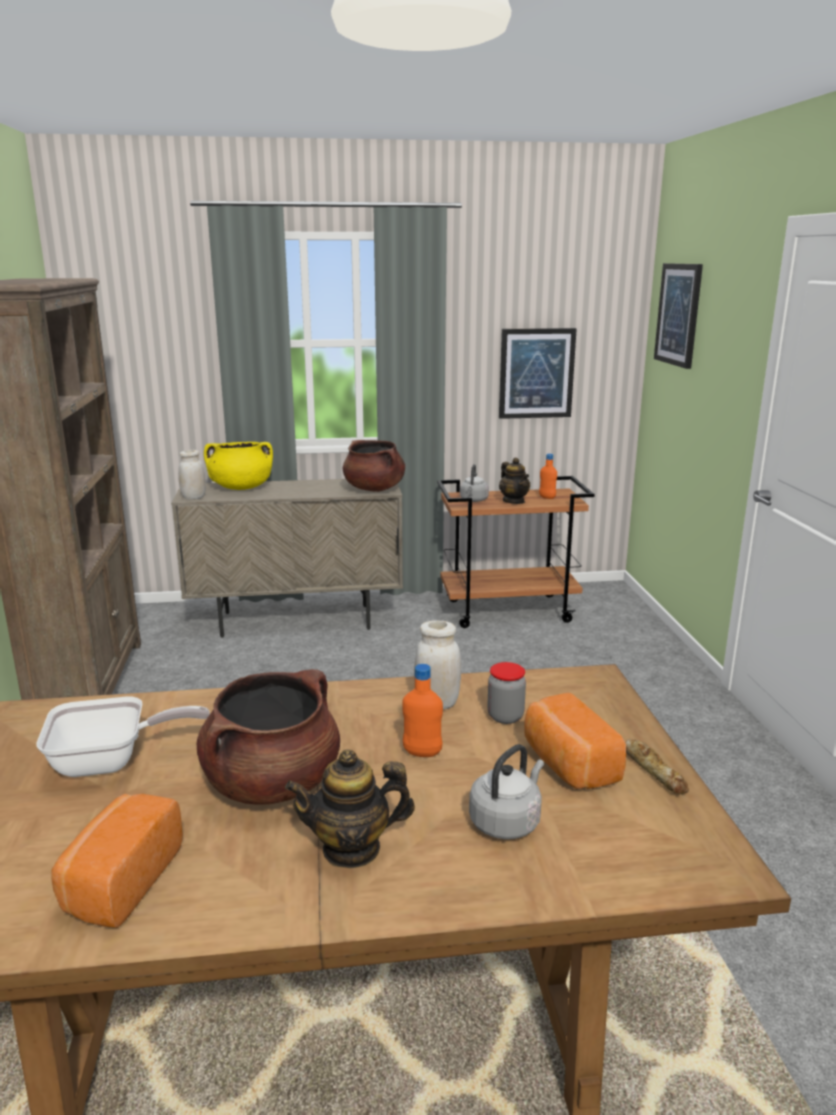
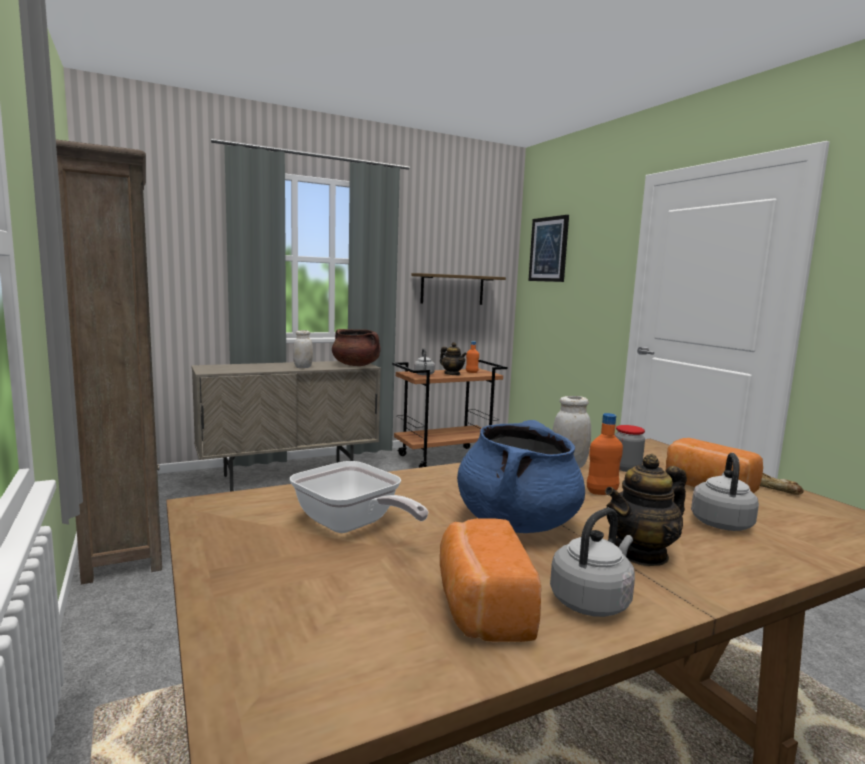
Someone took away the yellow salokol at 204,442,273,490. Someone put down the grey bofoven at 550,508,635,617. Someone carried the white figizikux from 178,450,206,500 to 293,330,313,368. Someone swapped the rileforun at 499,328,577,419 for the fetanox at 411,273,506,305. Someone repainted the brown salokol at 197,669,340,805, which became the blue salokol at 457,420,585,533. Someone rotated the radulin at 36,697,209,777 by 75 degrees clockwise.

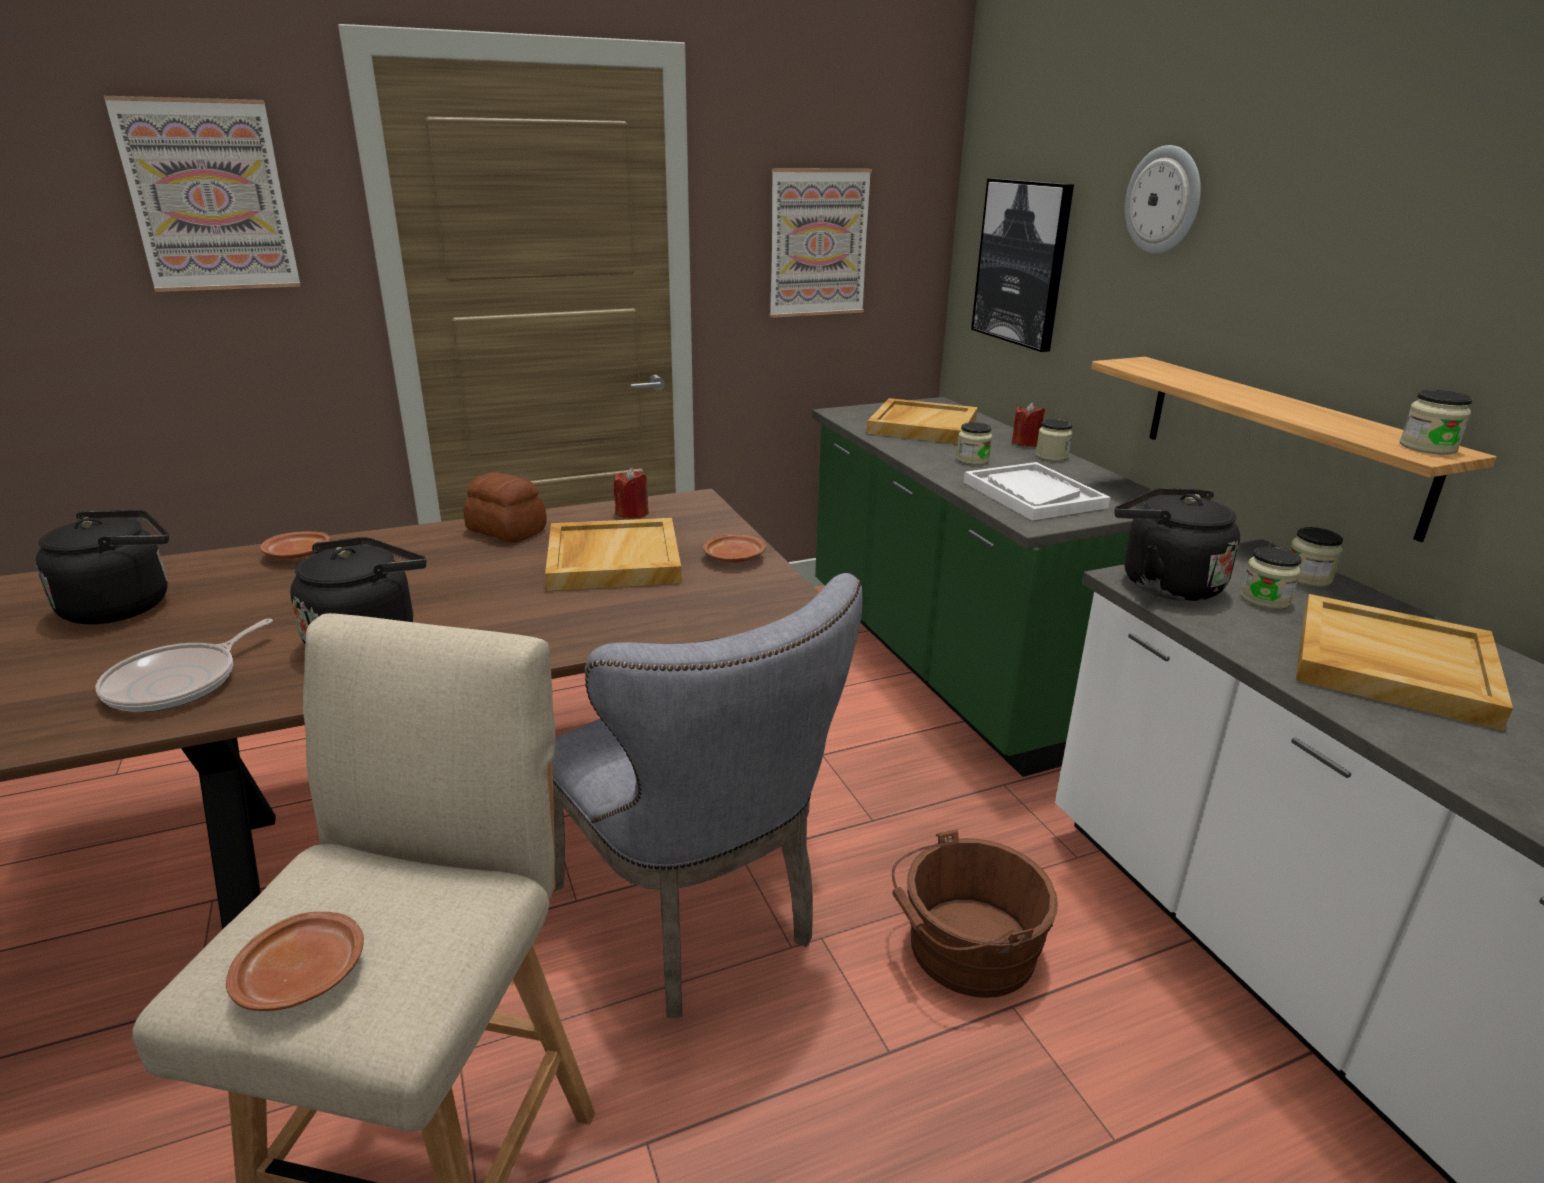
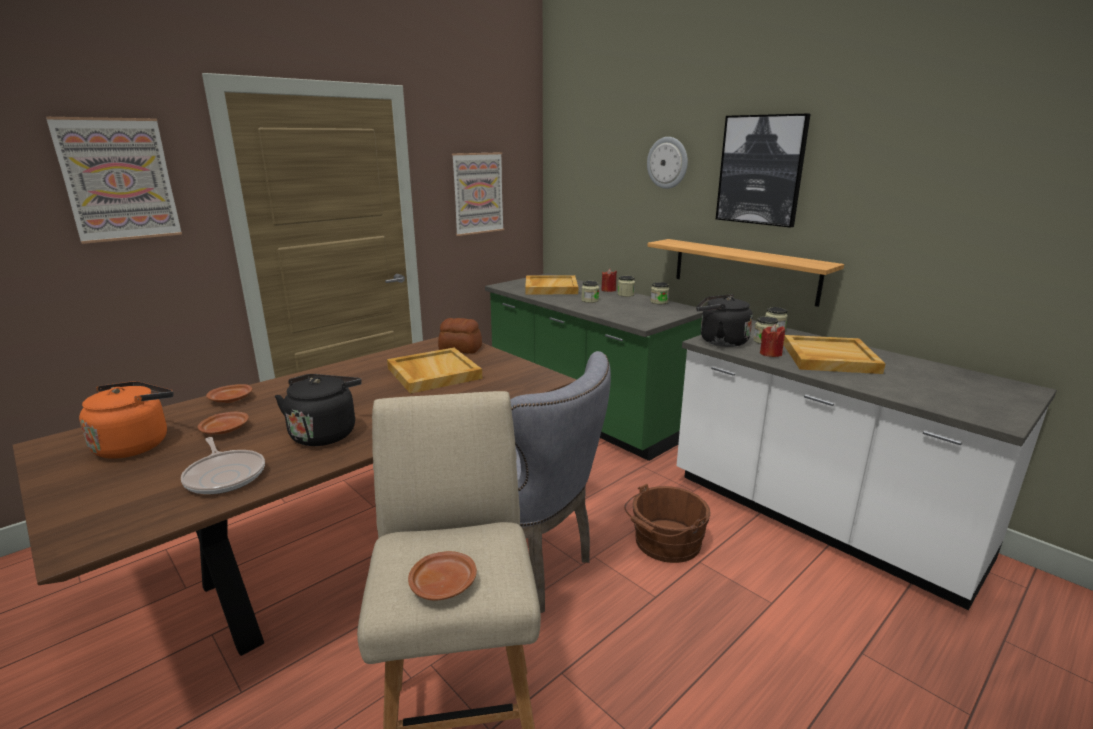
Someone took away the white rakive at 964,462,1111,521. Someone carried the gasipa from 463,472,547,543 to 438,318,482,354. Someone carried the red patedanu from 614,468,649,519 to 760,324,785,357. Someone carried the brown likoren from 703,534,766,563 to 198,412,249,434. Someone carried the rileforun from 971,178,1074,352 to 716,114,810,228. Someone carried the figizikux from 1400,390,1472,455 to 650,282,669,304. Someone repainted the black bofoven at 35,510,169,625, which became the orange bofoven at 79,381,173,459. Someone rotated the radulin at 96,619,273,712 by 45 degrees counterclockwise.

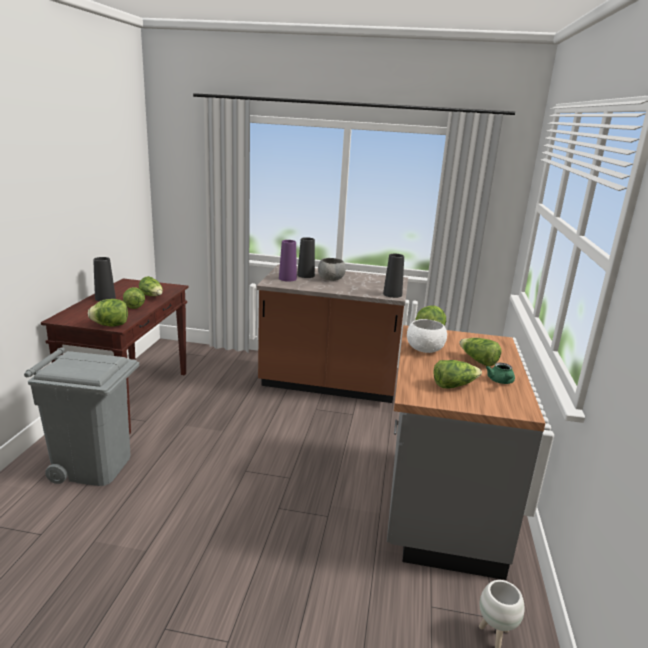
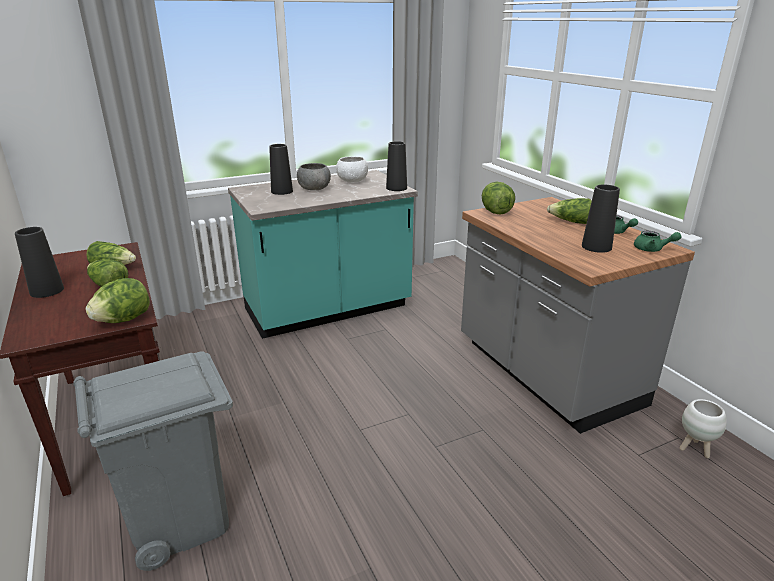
Someone took away the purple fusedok at 279,240,297,282. Someone put down the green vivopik at 634,231,682,252. Someone carried the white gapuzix from 407,319,447,353 to 336,156,368,182. Someone swapped the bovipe at 433,360,482,388 for the black fusedok at 582,185,620,253. Someone repainted the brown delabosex at 257,264,408,403, which became the turquoise delabosex at 228,170,418,339.

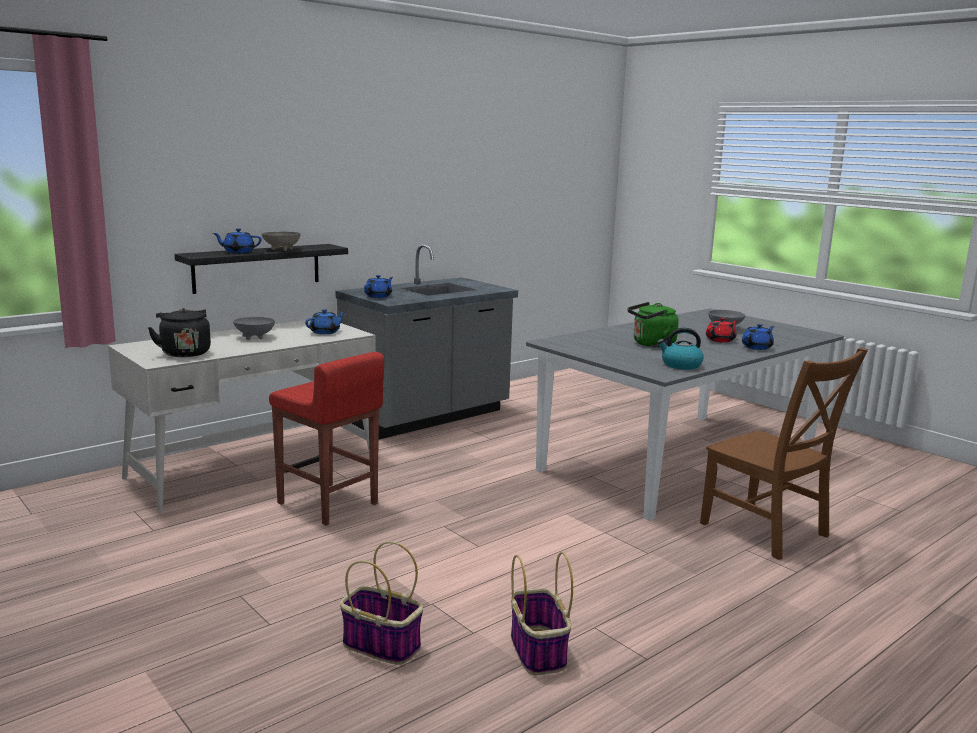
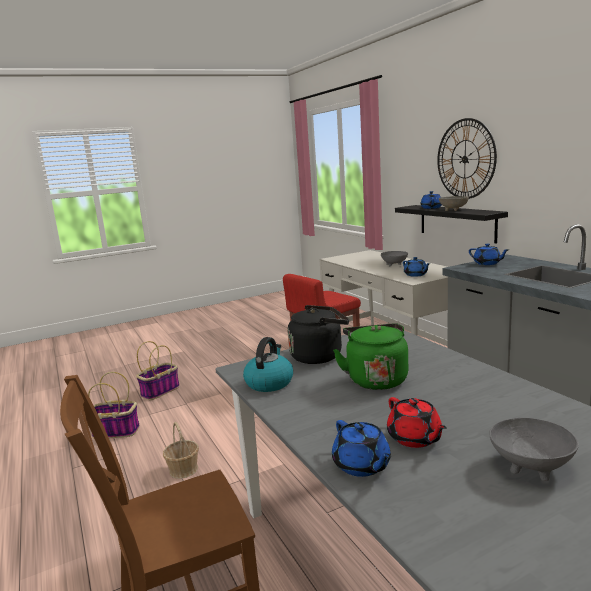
Someone put down the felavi at 163,422,199,479. Someone put up the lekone at 437,118,497,199. Someone carried the black bofoven from 148,308,211,357 to 288,305,349,364.

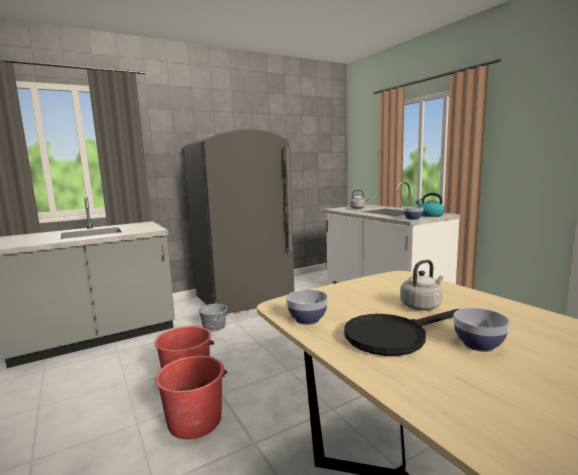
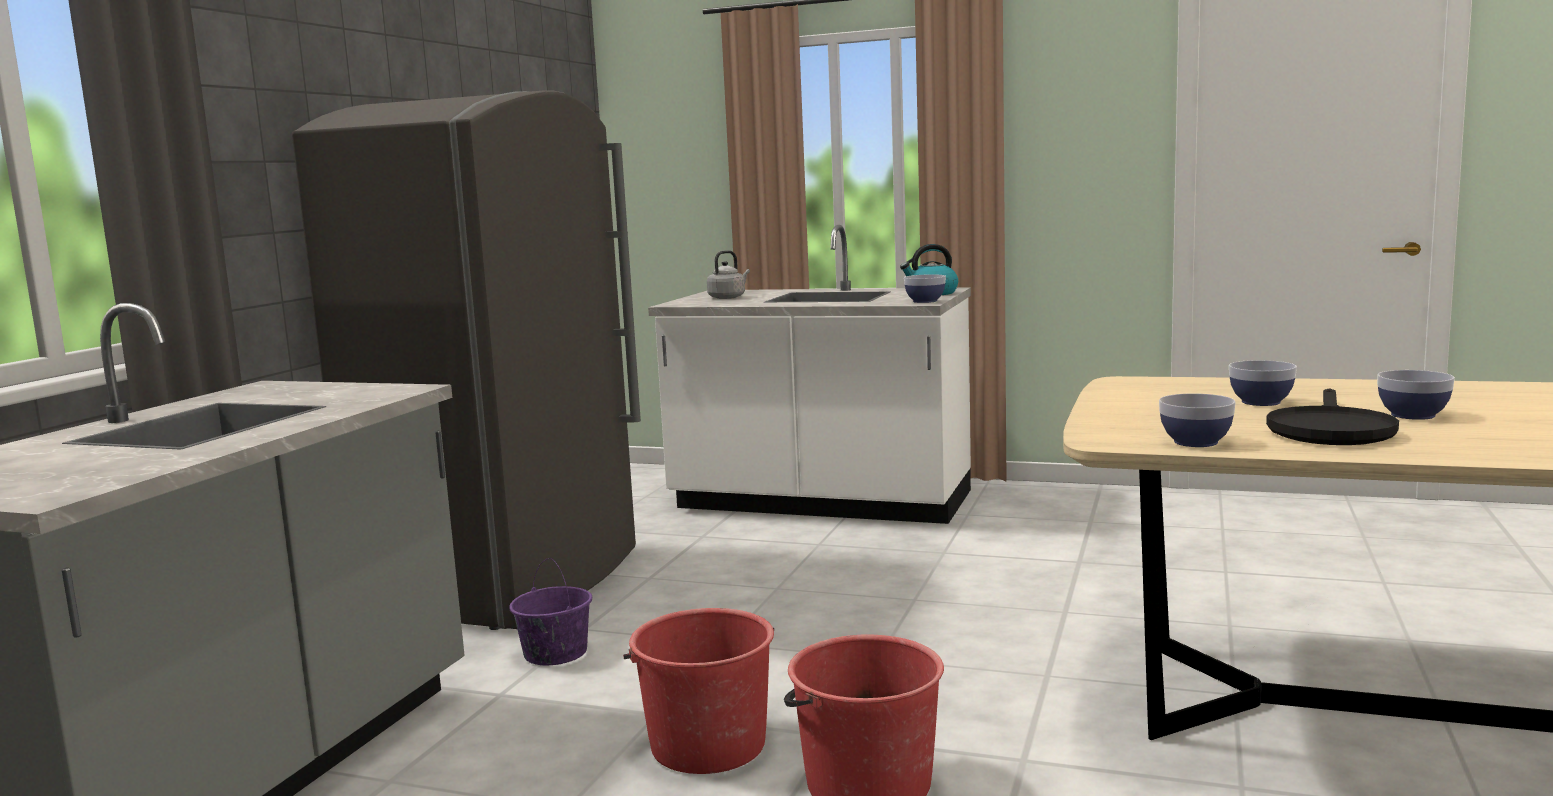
Someone swapped the grey bofoven at 400,260,443,310 for the gapuzix at 1229,360,1297,406. Someone repainted the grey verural at 198,295,227,332, which became the purple verural at 509,558,592,665.

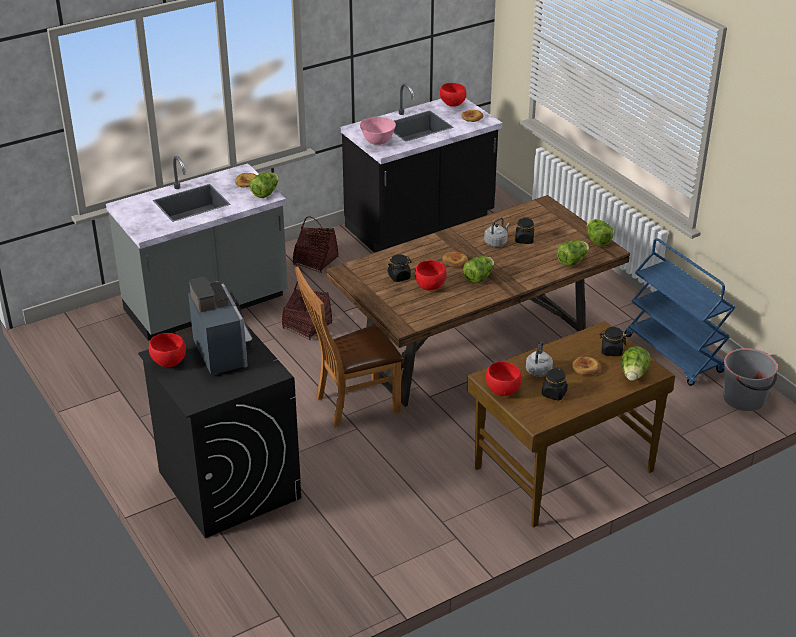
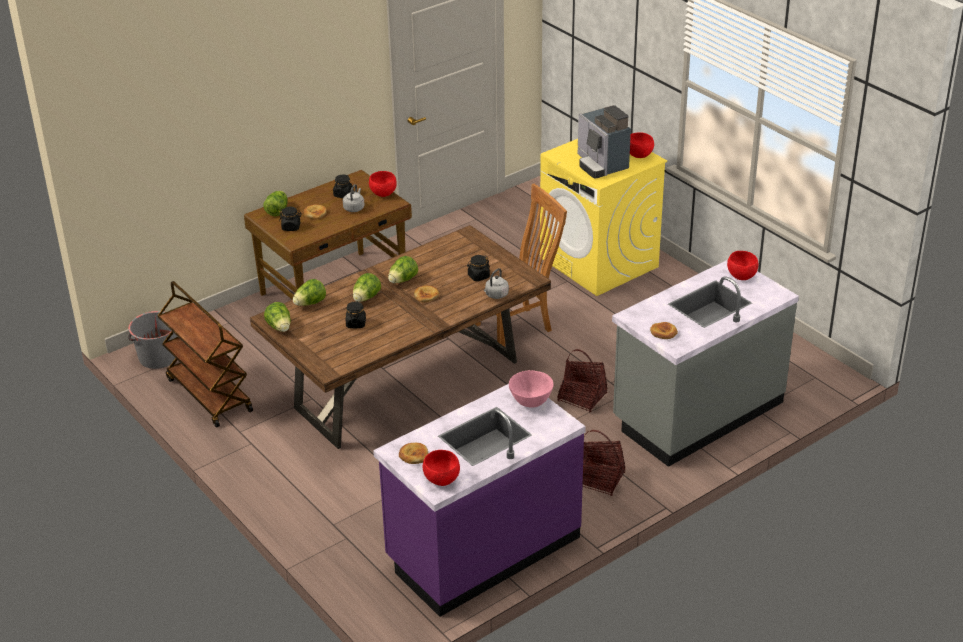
Someone carried the bovipe from 250,172,279,198 to 353,273,381,302. Someone carried the red gapuzix from 415,260,447,291 to 727,251,758,280. Someone carried the grey bofoven from 484,217,510,247 to 484,268,509,299. Someone repainted the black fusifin at 138,322,302,538, which became the yellow fusifin at 540,139,667,296. Someone repainted the black delabosex at 341,84,502,253, which became the purple delabosex at 373,384,586,617. Someone repainted the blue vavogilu at 625,238,735,386, which became the brown vavogilu at 157,281,253,428.

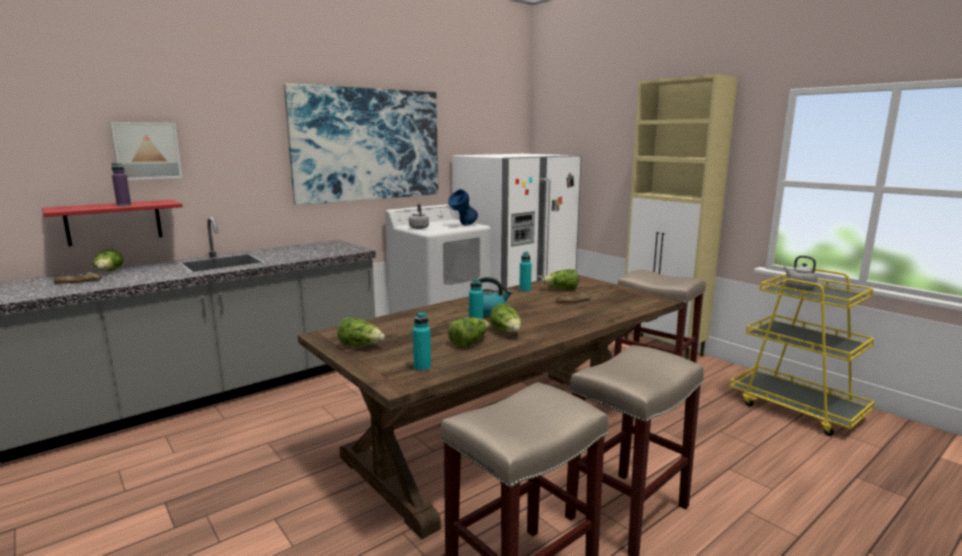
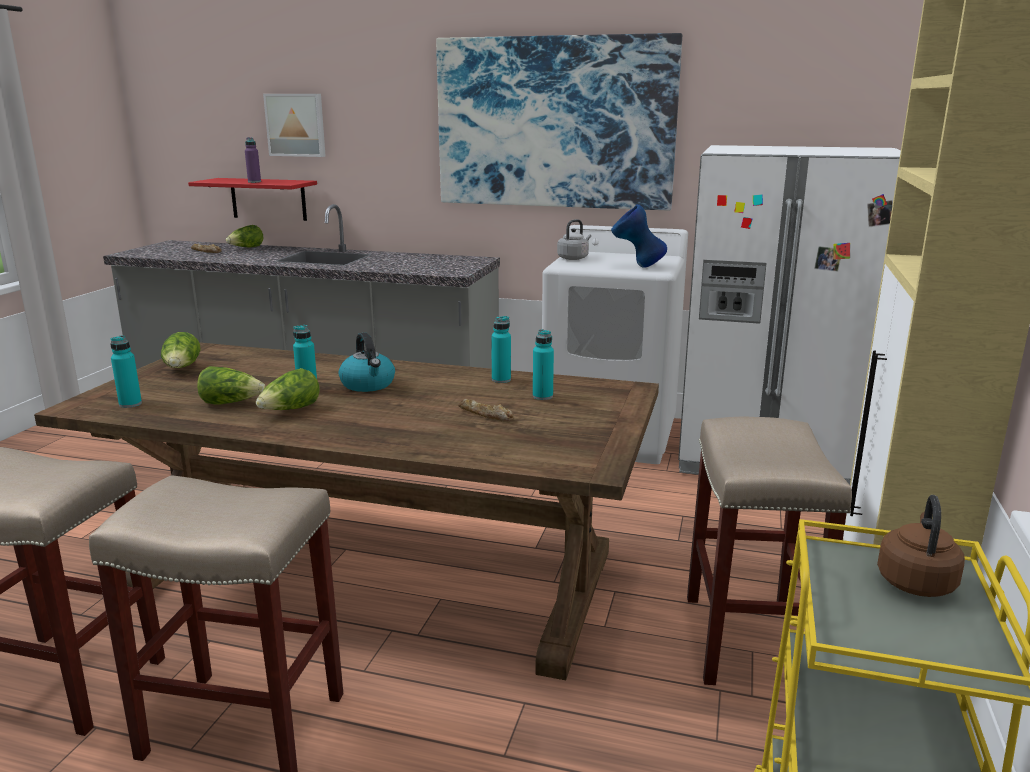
Someone swapped the bovipe at 542,269,579,290 for the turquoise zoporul at 533,329,554,400. Someone repainted the grey bofoven at 784,256,818,289, which became the brown bofoven at 877,495,965,597.

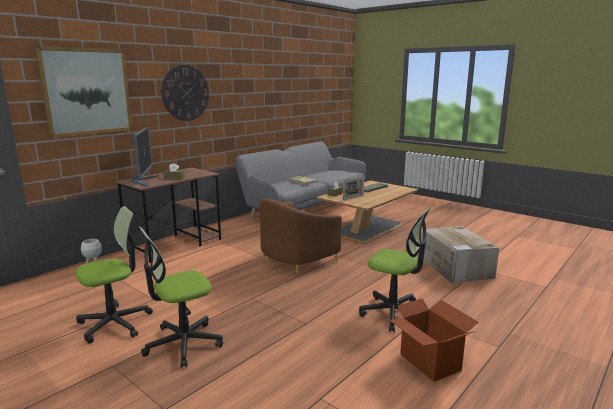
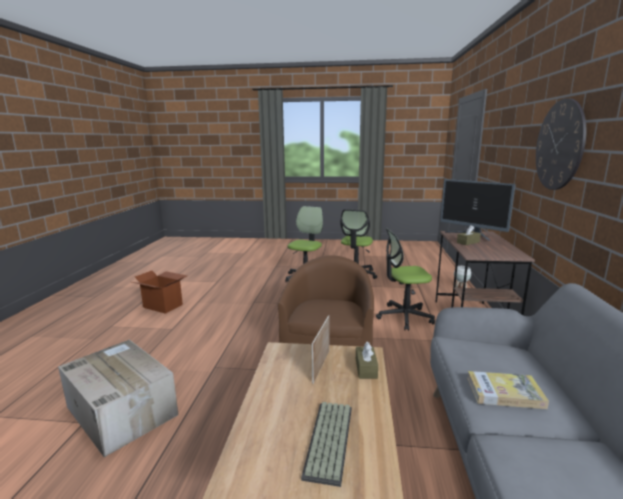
Someone took away the rileforun at 35,46,133,138. Someone carried the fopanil from 359,208,431,332 to 376,228,435,331.

